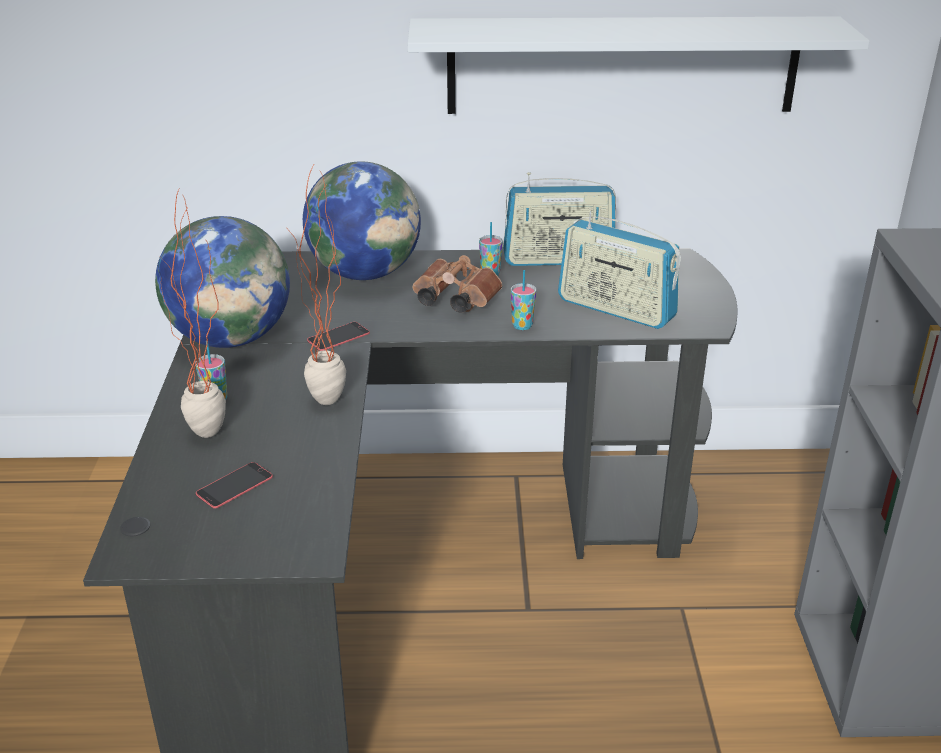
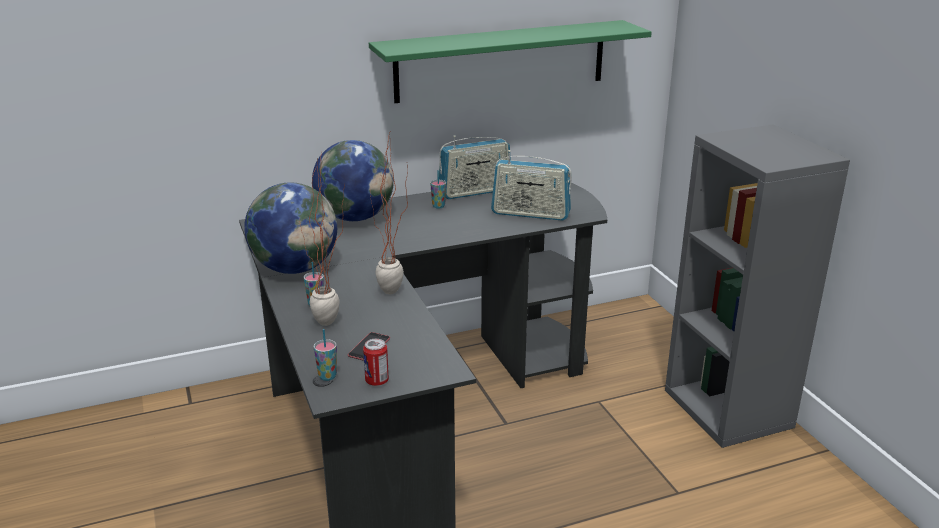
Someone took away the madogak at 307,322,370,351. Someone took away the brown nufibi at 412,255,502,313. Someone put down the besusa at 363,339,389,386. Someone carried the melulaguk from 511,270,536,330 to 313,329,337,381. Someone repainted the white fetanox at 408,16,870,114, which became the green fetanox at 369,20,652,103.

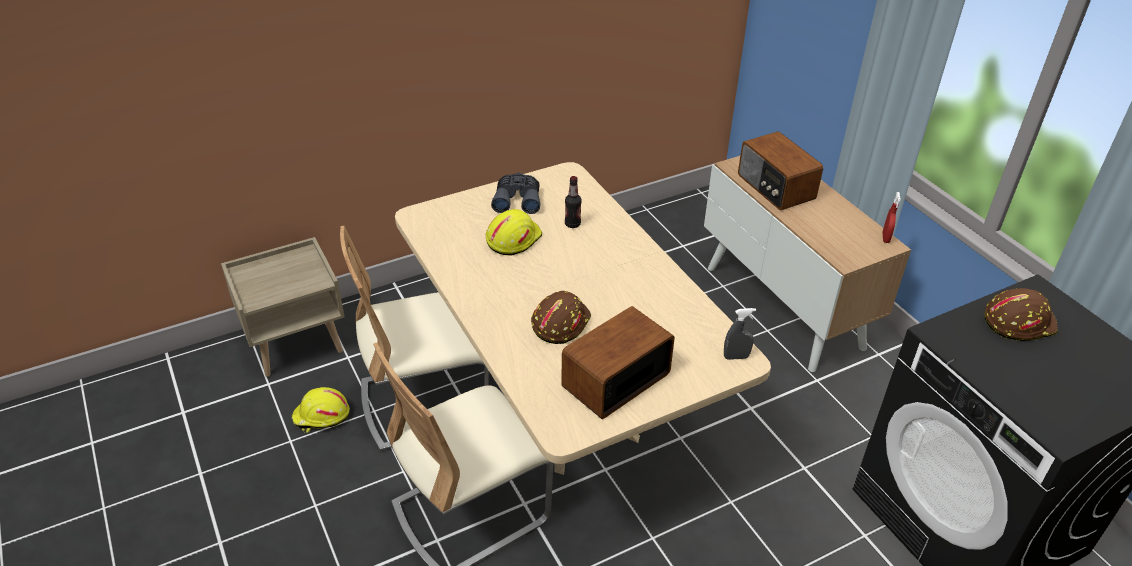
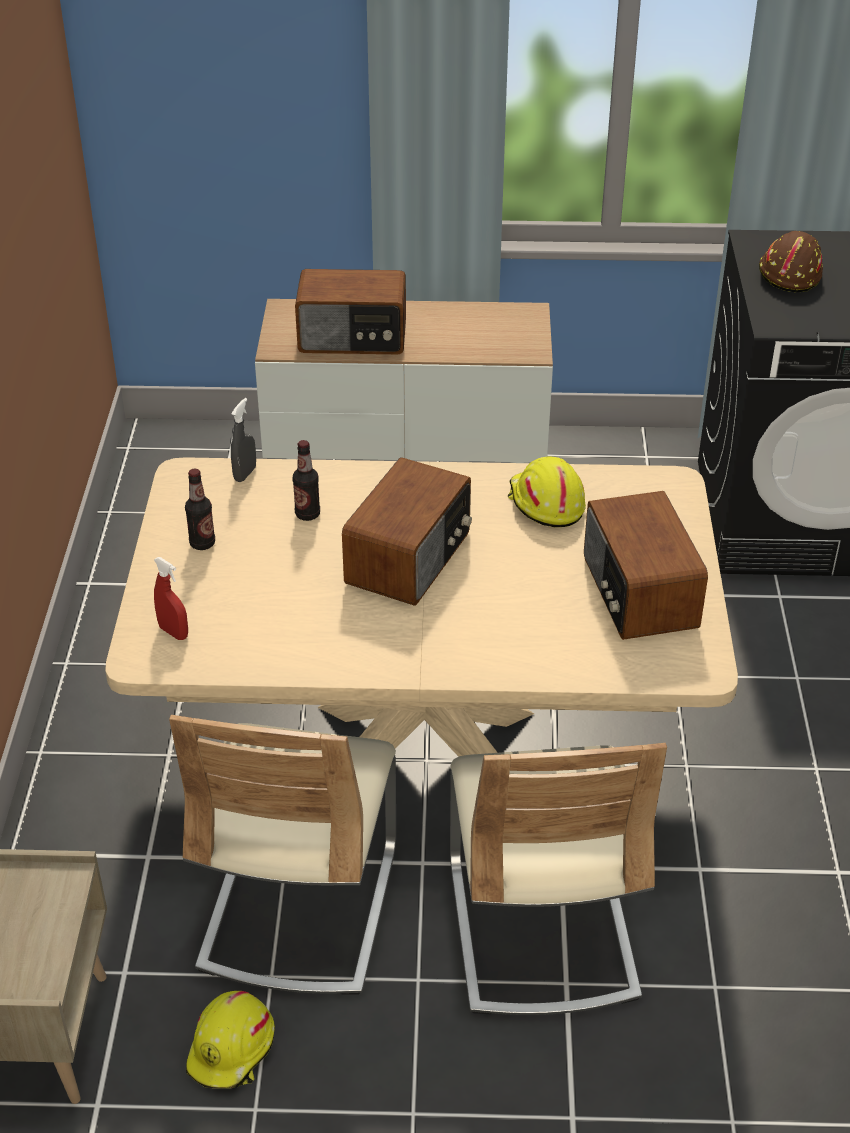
Someone took away the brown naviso at 531,291,591,344. Someone put down the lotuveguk at 342,457,472,606. Someone carried the yellow naviso from 486,209,542,256 to 508,457,586,527. Someone carried the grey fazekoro from 724,308,756,360 to 231,398,256,482. Someone carried the red fazekoro from 883,192,901,243 to 154,557,188,640. Someone swapped the grey nufibi at 491,173,540,214 for the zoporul at 185,469,215,550.

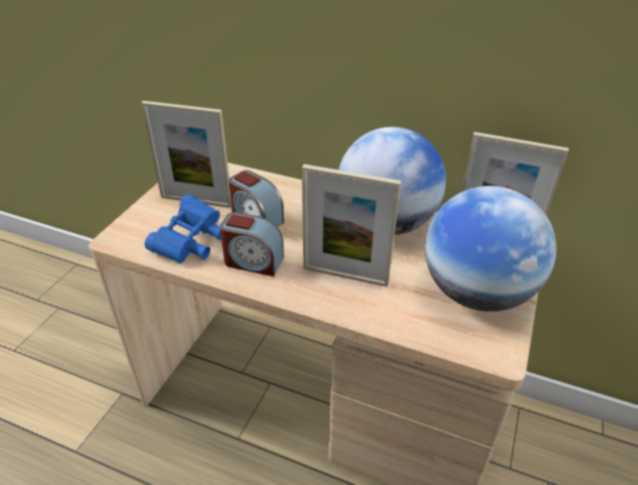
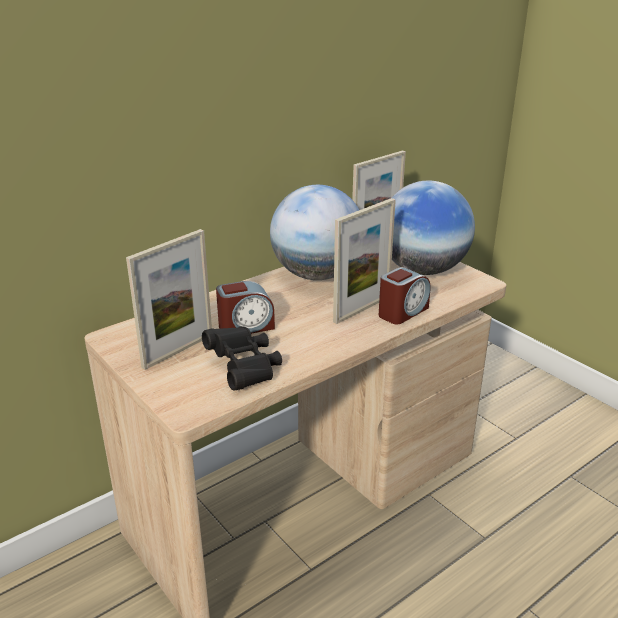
Someone carried the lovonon from 220,212,284,277 to 379,267,431,324. Someone repainted the blue nufibi at 145,194,221,263, which became the black nufibi at 202,326,282,391.

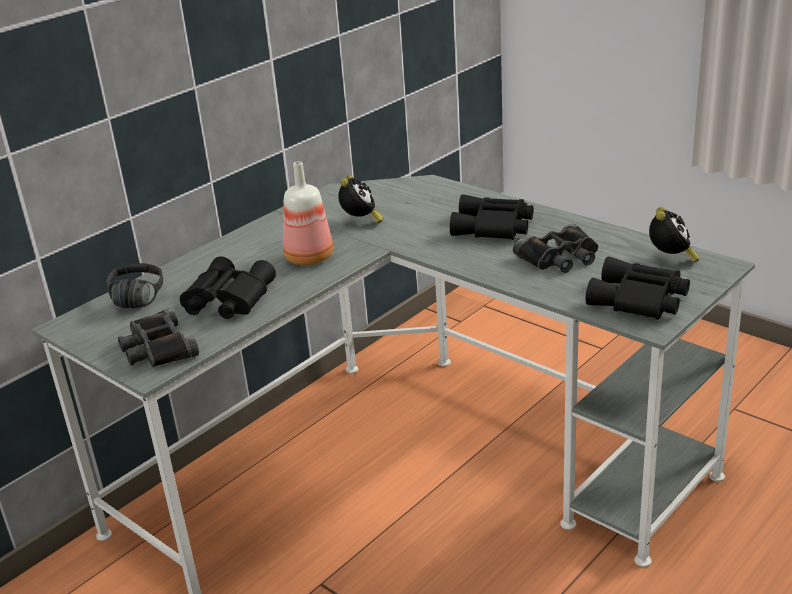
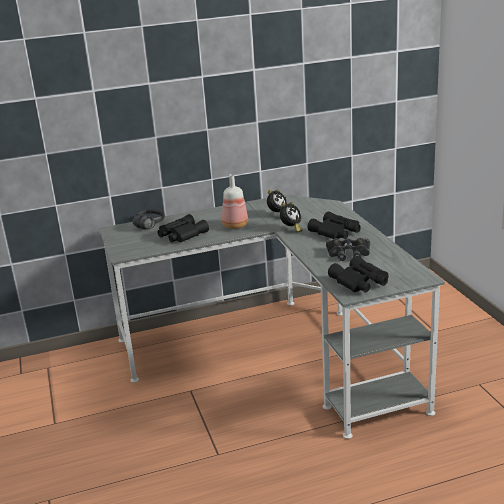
Someone took away the black nufibi at 118,307,199,367. Someone carried the lovonon from 649,207,699,263 to 280,202,303,232.

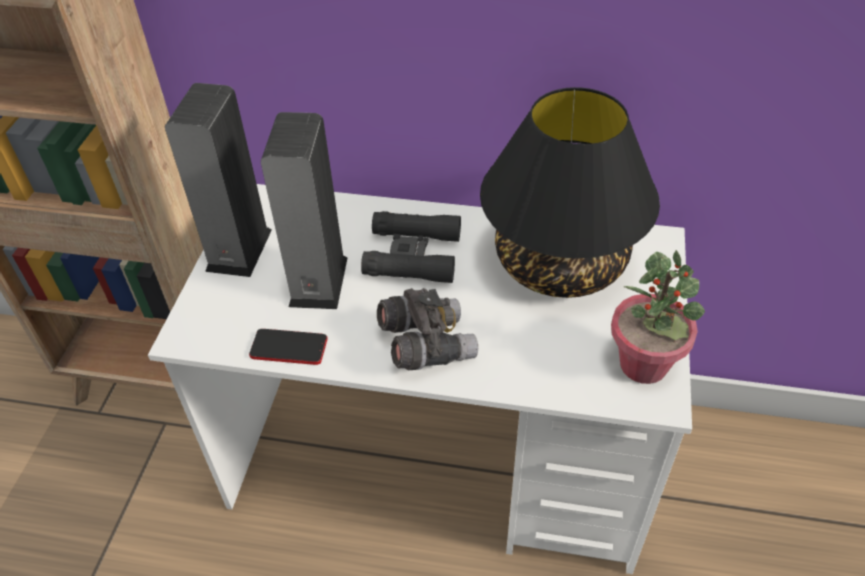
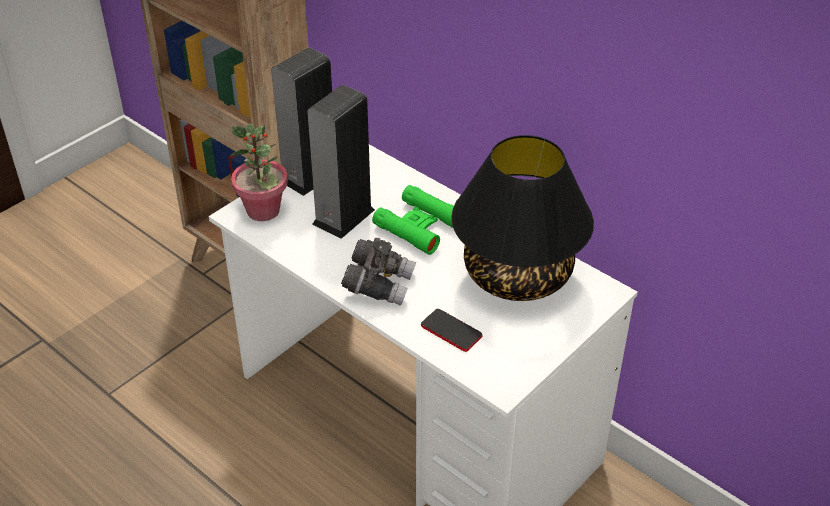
Someone carried the madogak from 249,329,328,365 to 421,309,482,352. Someone carried the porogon from 611,250,705,384 to 230,123,288,221. Someone repainted the black nufibi at 361,211,461,283, which became the green nufibi at 372,185,454,255.

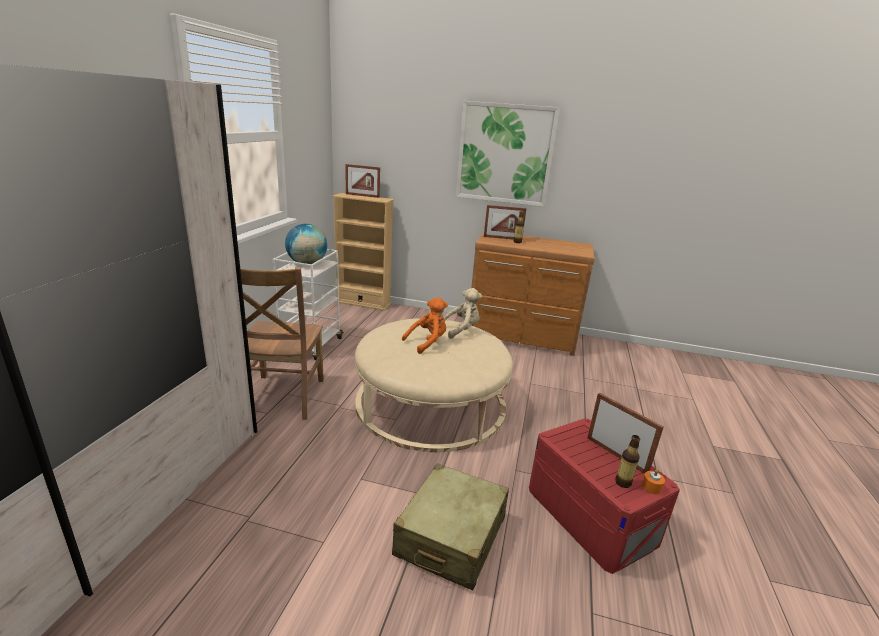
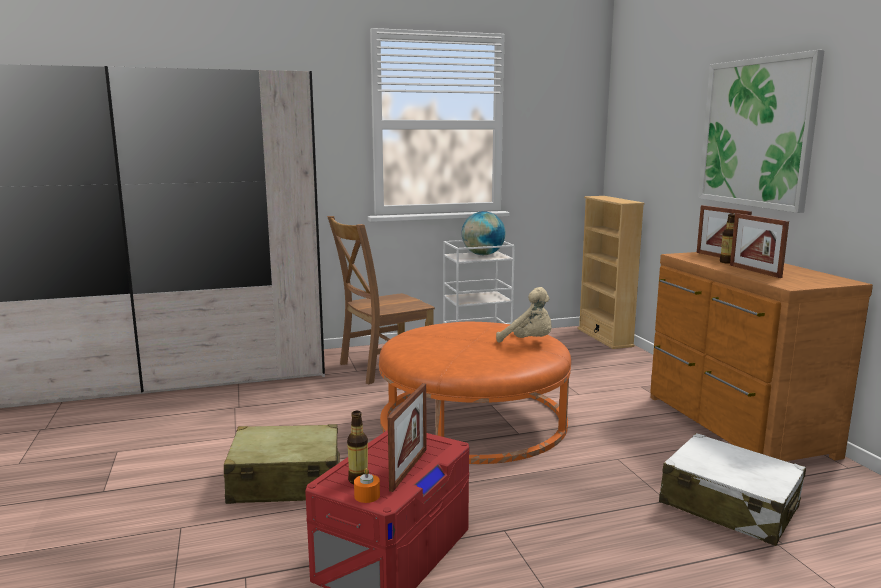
Someone took away the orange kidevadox at 402,297,448,354. Someone put down the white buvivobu at 659,433,806,546. Someone carried the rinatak from 345,164,380,198 to 730,213,789,278. Someone repainted the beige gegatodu at 355,318,513,452, which became the orange gegatodu at 379,322,571,464.

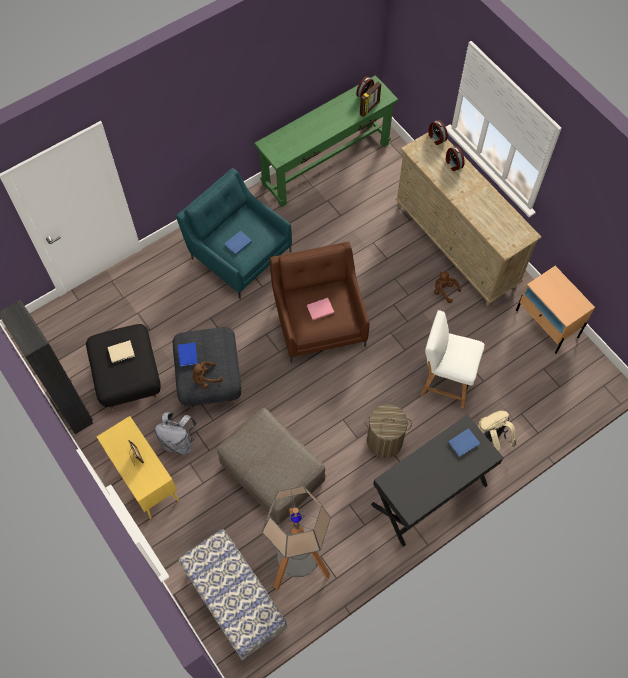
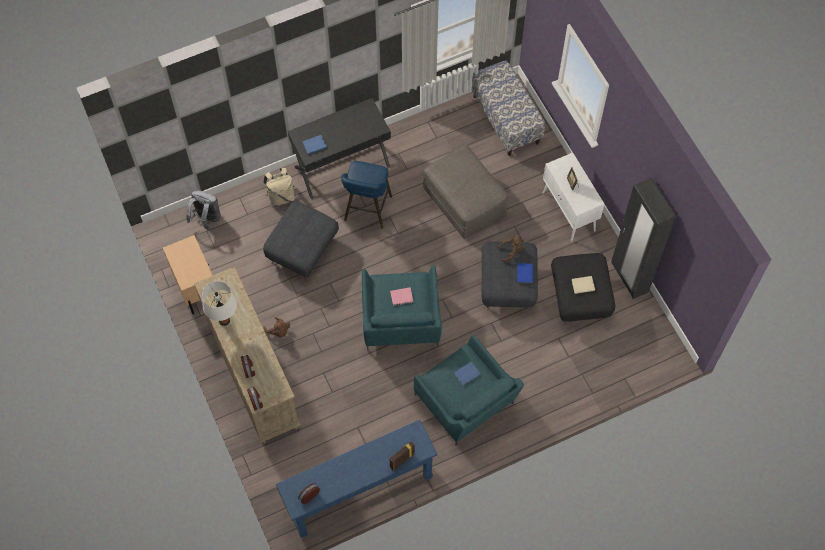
Someone took away the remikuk at 262,486,331,590. Someone put down the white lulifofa at 202,281,237,326. Someone carried the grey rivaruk from 155,412,197,455 to 186,191,221,231. Someone carried the rinatak from 360,81,381,117 to 390,441,415,471. Someone swapped the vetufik at 365,404,412,458 for the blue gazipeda at 341,161,392,229. Someone swapped the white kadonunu at 420,310,484,408 for the grey gegatodu at 263,202,339,280. Someone repainted the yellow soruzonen at 97,416,179,519, which became the white soruzonen at 543,153,604,241. Someone repainted the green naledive at 254,75,398,207, which became the blue naledive at 276,420,437,537. Someone repainted the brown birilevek at 270,241,369,363, which became the turquoise birilevek at 362,266,442,351.

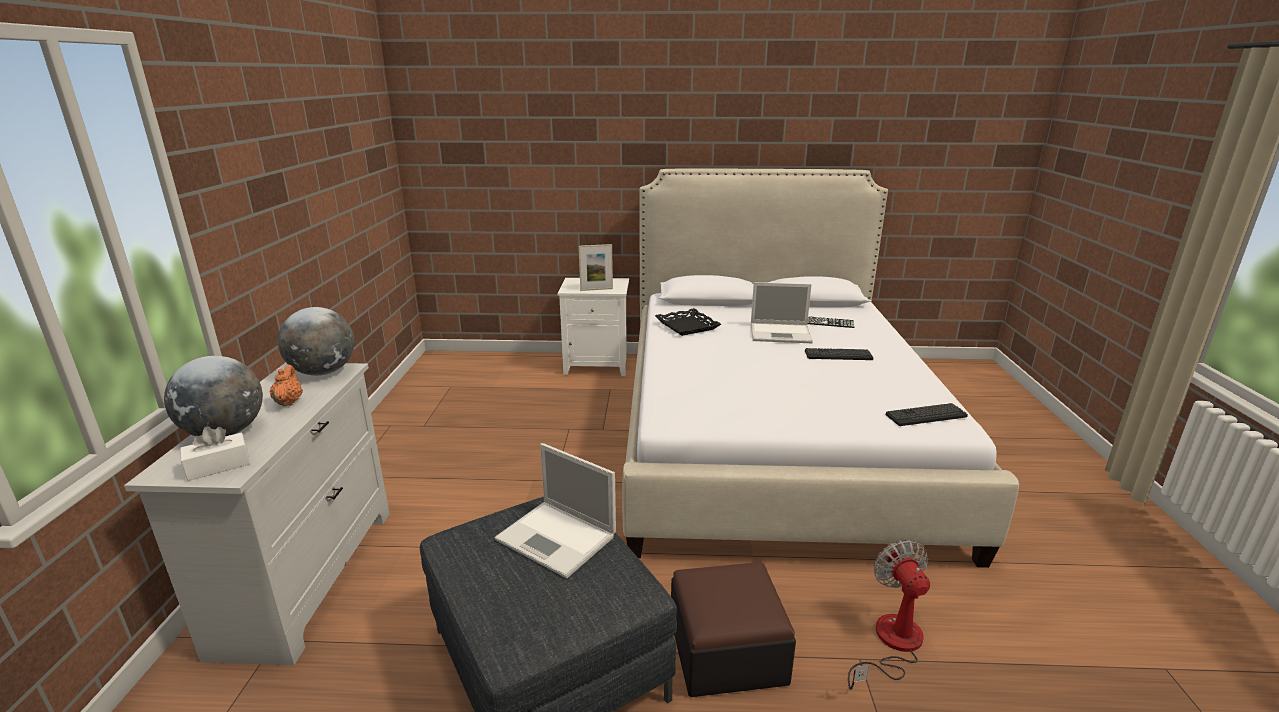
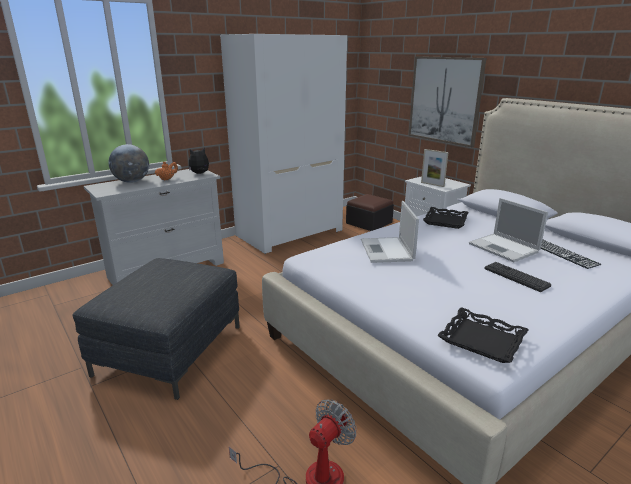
Someone took away the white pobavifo at 180,426,250,481. Someone put down the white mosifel at 220,34,347,254. Someone put up the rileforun at 409,56,486,147. Someone carried the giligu from 494,443,616,578 to 361,201,419,263. Someone carried the gegatodu from 671,562,796,697 to 346,194,394,231. Someone swapped the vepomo at 278,307,354,376 for the kidevadox at 189,147,209,174. Someone swapped the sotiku at 886,403,968,426 for the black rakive at 437,307,529,363.

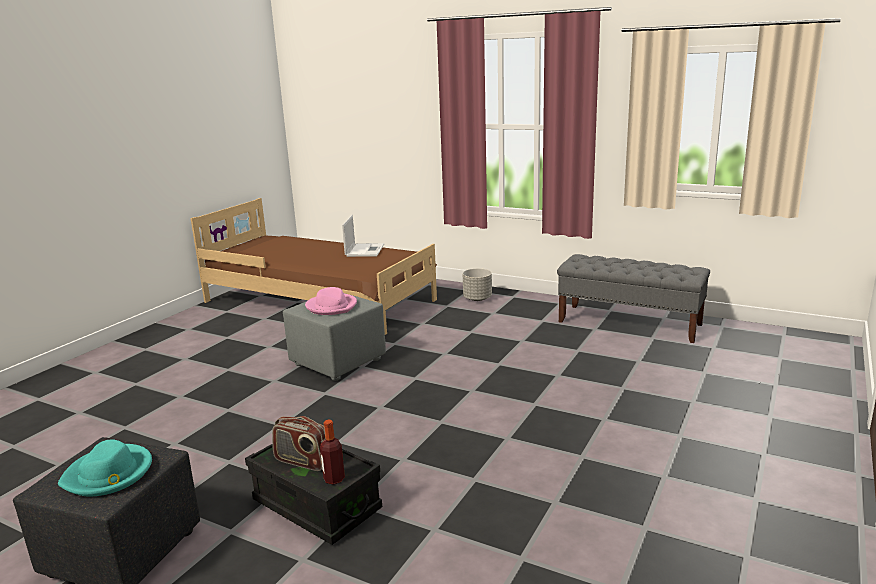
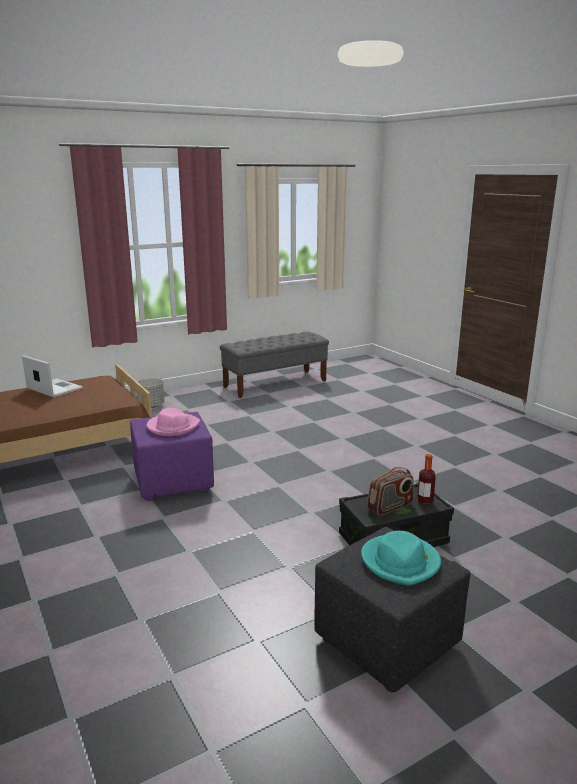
Someone repainted the grey gegatodu at 283,293,386,381, which became the purple gegatodu at 130,412,214,501.

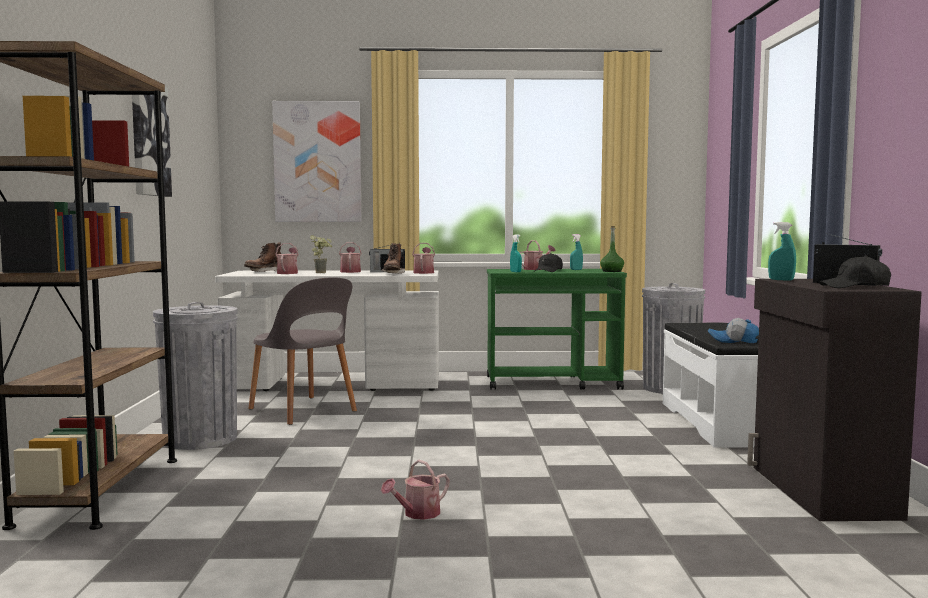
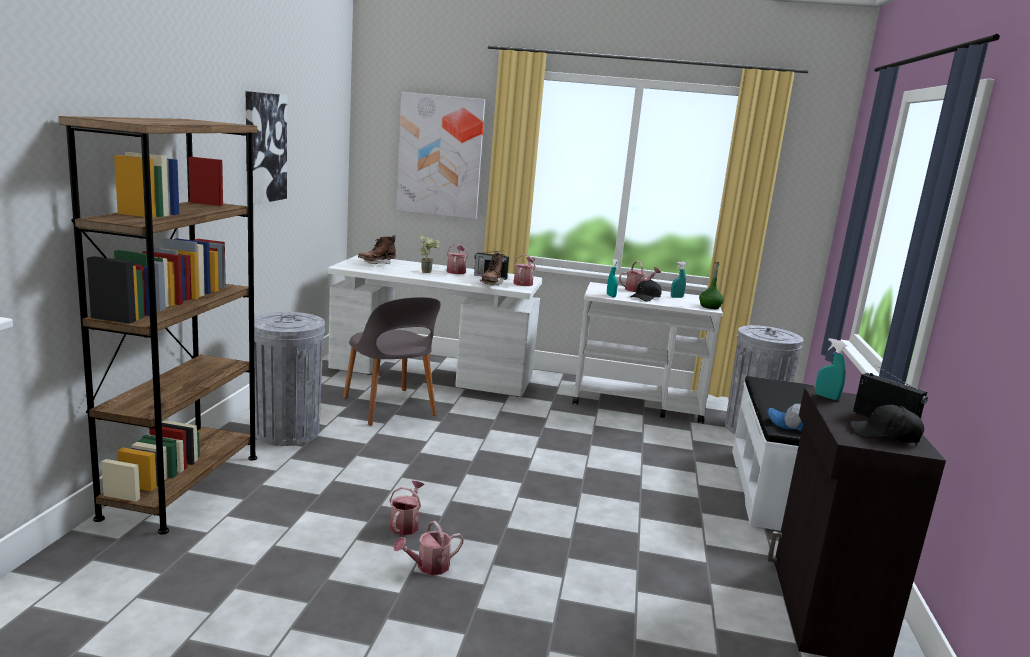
Someone carried the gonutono from 275,243,299,274 to 389,481,424,535. Someone repainted the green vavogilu at 487,269,627,390, which became the white vavogilu at 572,282,723,424.

